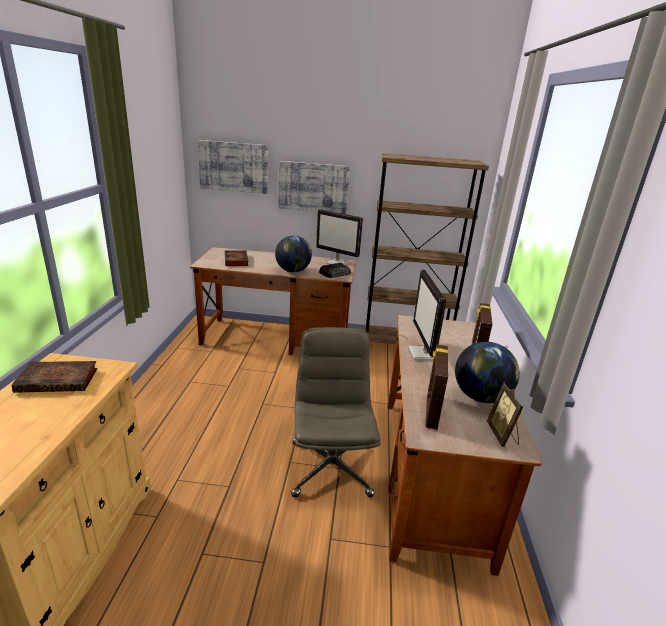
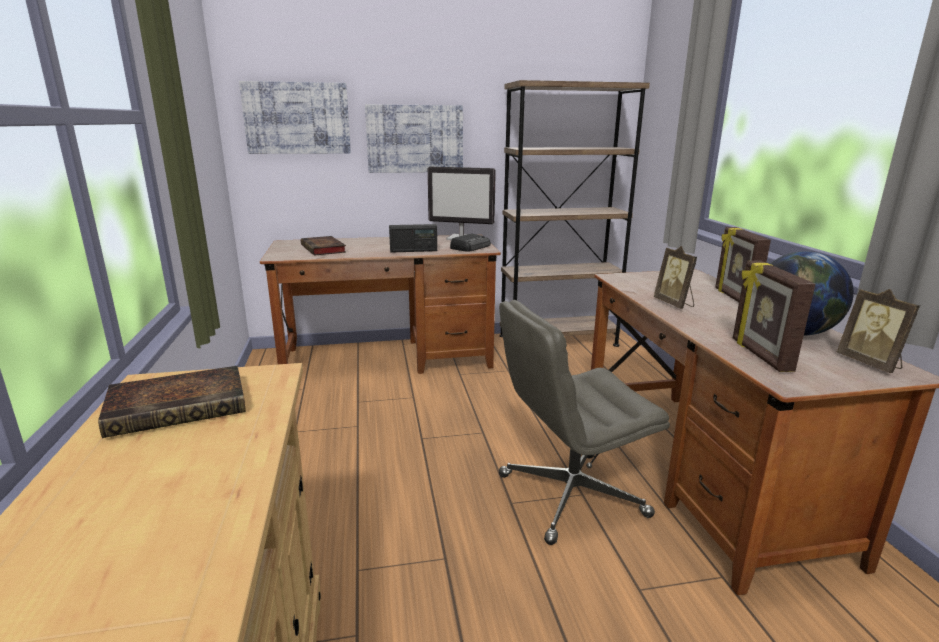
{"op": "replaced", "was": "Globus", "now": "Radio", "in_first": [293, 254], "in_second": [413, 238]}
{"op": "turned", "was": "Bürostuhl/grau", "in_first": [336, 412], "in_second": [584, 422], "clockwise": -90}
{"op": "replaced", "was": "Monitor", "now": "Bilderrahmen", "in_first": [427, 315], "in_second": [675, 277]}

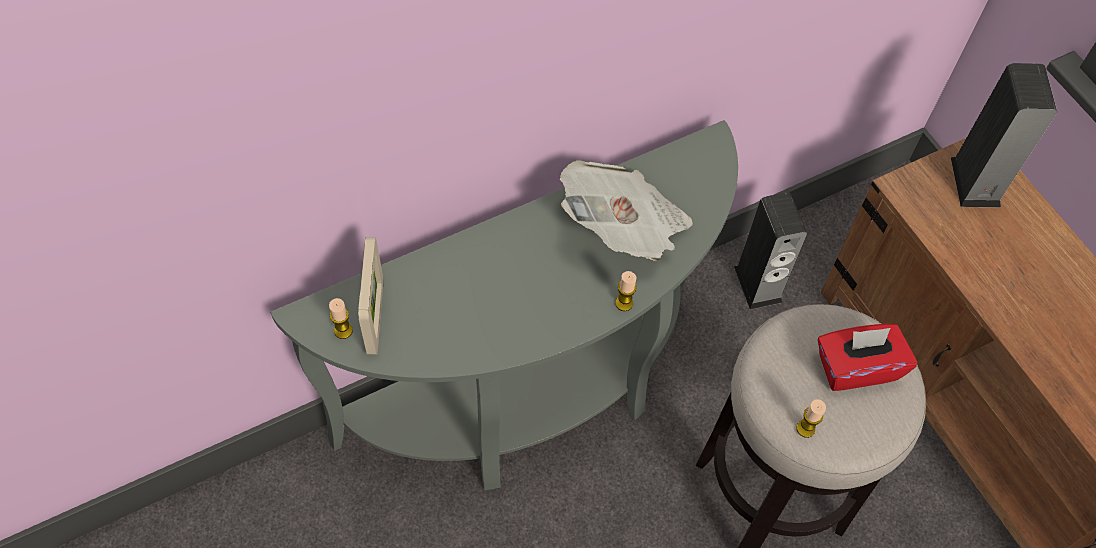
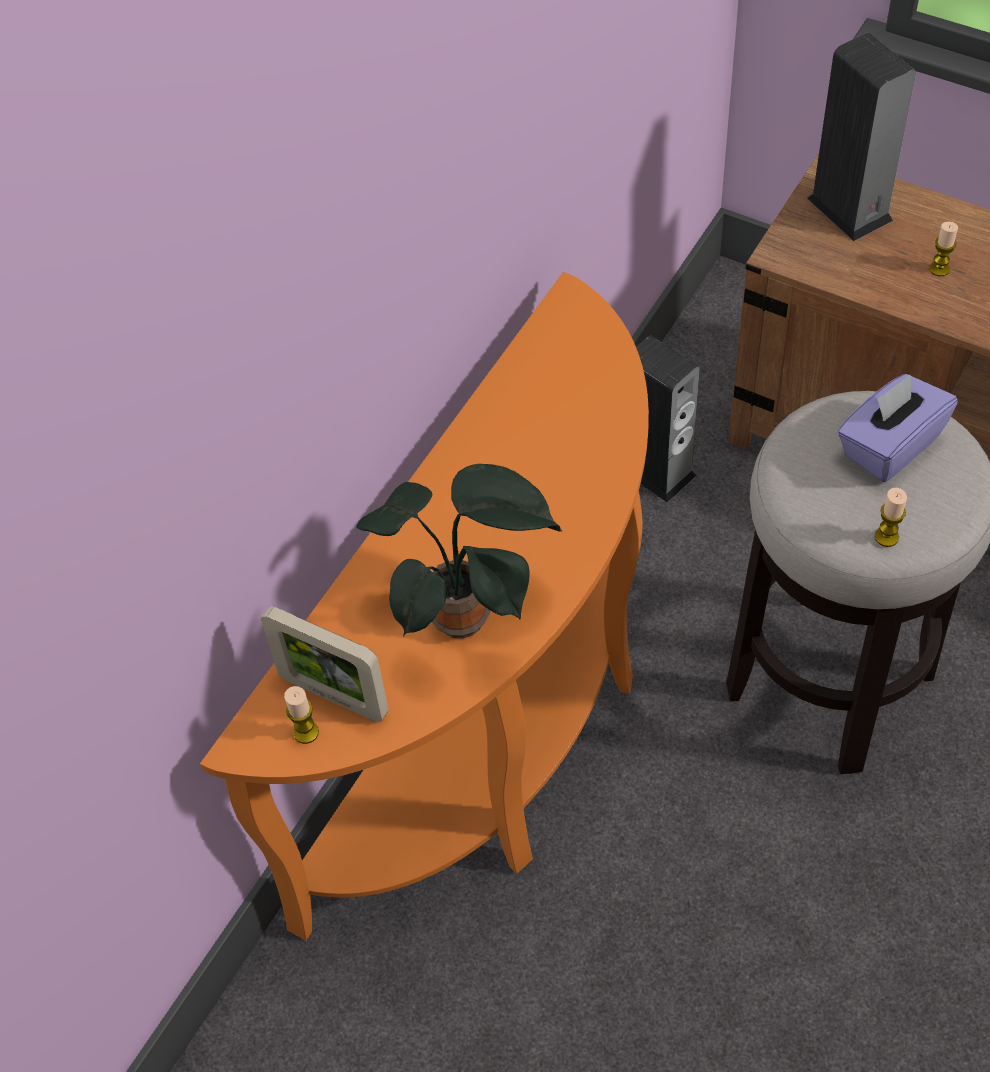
{"op": "recoloured", "was": "Konsolentisch/grau", "now": "Konsolentisch/orange", "in_first": [504, 305], "in_second": [424, 606]}
{"op": "turned", "was": "Bilderrahmen", "in_first": [370, 296], "in_second": [325, 664], "clockwise": 150}
{"op": "added", "now": "Topfpflanze", "in_second": [459, 551]}
{"op": "recoloured", "was": "Taschentuchbox/rot", "now": "Taschentuchbox/lila", "in_first": [867, 357], "in_second": [897, 428]}
{"op": "moved", "was": "Kerze", "in_first": [626, 291], "in_second": [943, 249]}
{"op": "removed", "was": "Zeitung", "in_first": [626, 210]}

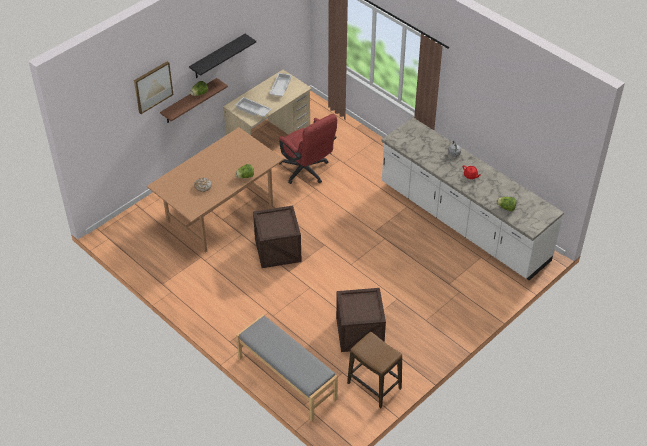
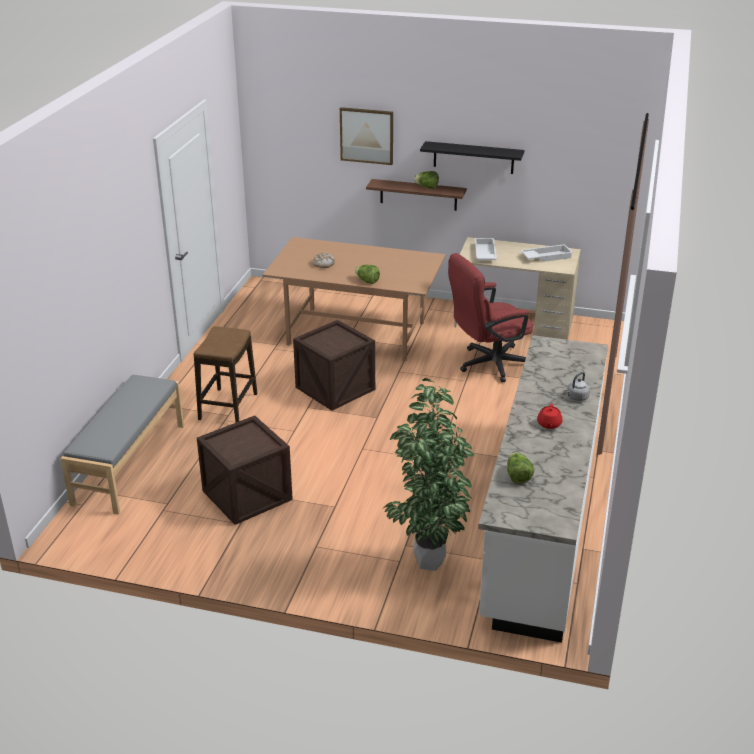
{"op": "moved", "was": "Hocker", "in_first": [374, 369], "in_second": [225, 374]}
{"op": "added", "now": "Topfpflanze", "in_second": [428, 474]}
{"op": "turned", "was": "Bürostuhl/rot", "in_first": [308, 149], "in_second": [490, 317], "clockwise": 45}

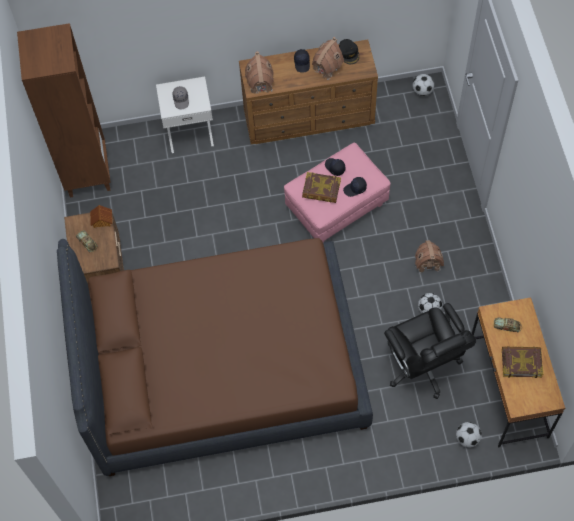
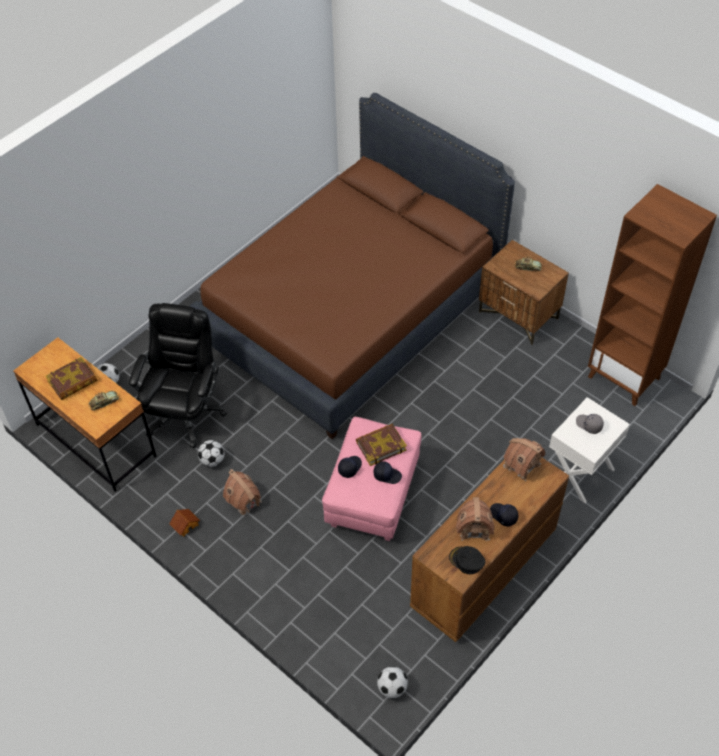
{"op": "turned", "was": "Bürostuhl/schwarz", "in_first": [430, 351], "in_second": [178, 376], "clockwise": 75}
{"op": "moved", "was": "Spielzeughaus", "in_first": [101, 216], "in_second": [184, 522]}

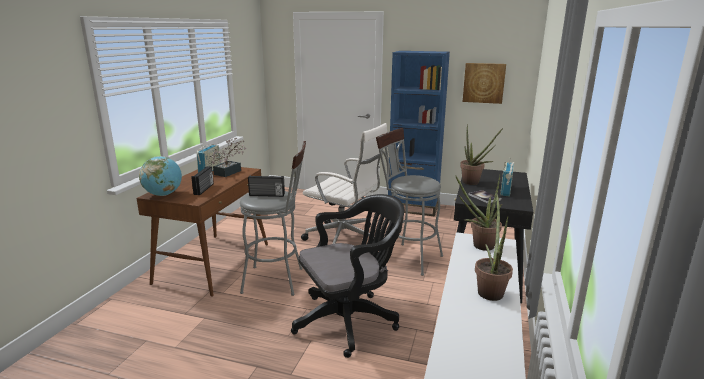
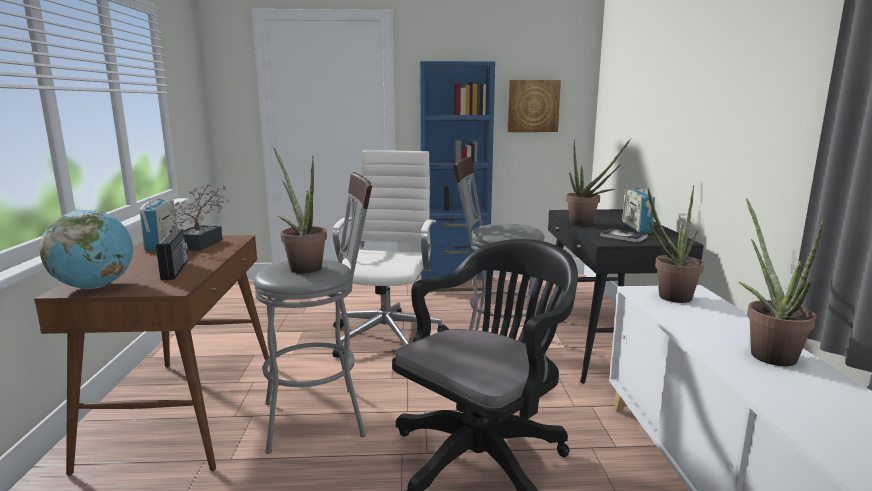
{"op": "replaced", "was": "Radio", "now": "Topfpflanze", "in_first": [266, 186], "in_second": [300, 211]}
{"op": "turned", "was": "Bürostuhl/weiß", "in_first": [344, 183], "in_second": [390, 254], "clockwise": -90}

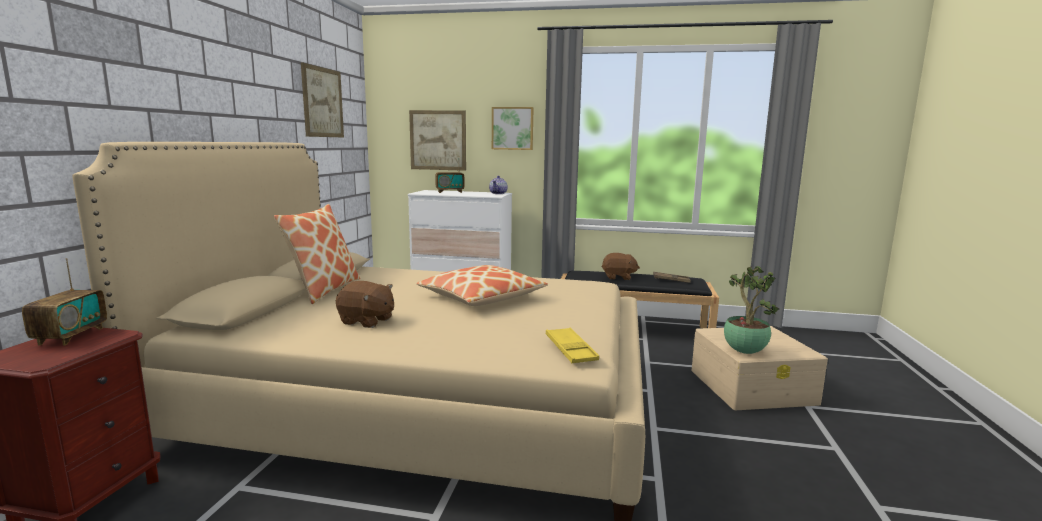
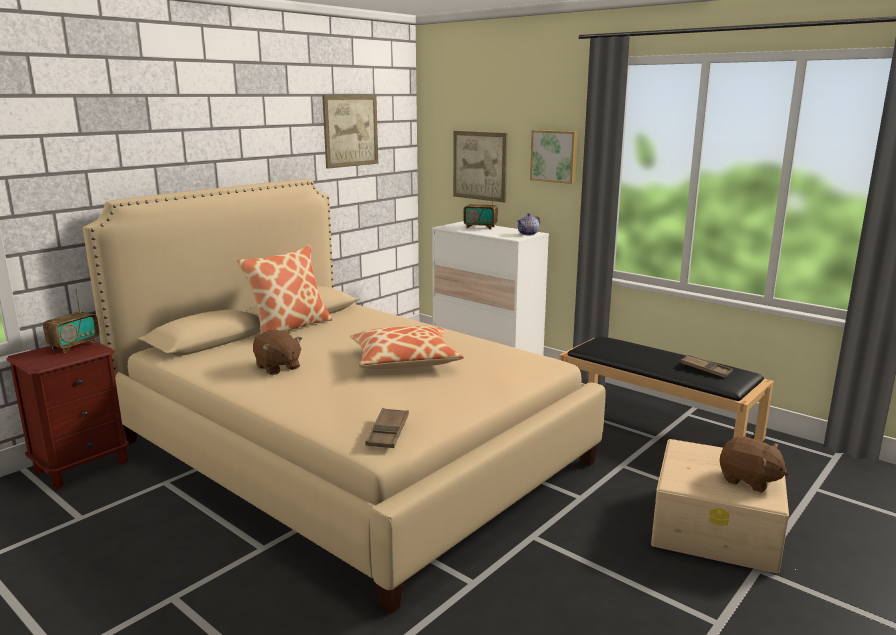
{"op": "recoloured", "was": "Tablett/gelb", "now": "Tablett/braun", "in_first": [572, 345], "in_second": [387, 428]}
{"op": "moved", "was": "Plüschtier/braun", "in_first": [620, 266], "in_second": [754, 464]}
{"op": "removed", "was": "Topfpflanze", "in_first": [751, 310]}

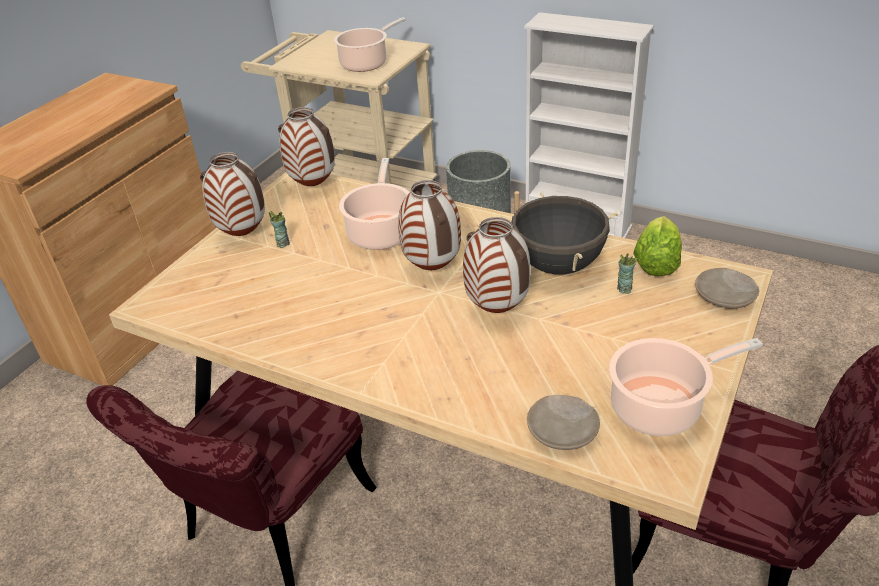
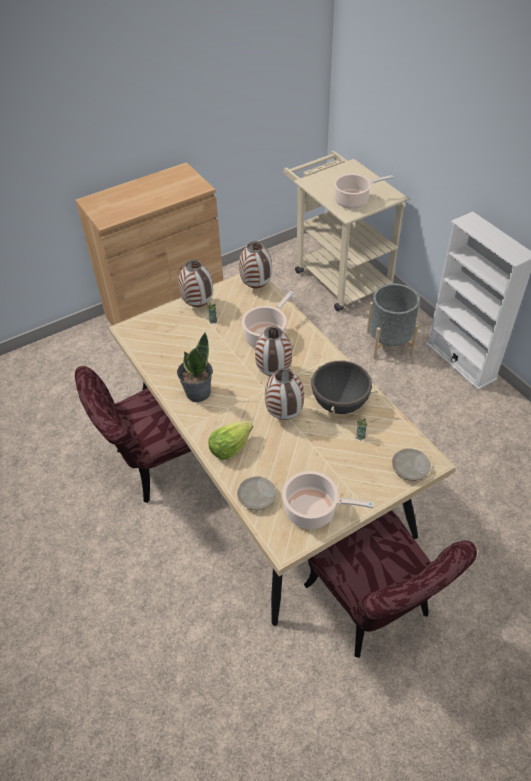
{"op": "added", "now": "Topfpflanze", "in_second": [195, 367]}
{"op": "moved", "was": "Salatkopf", "in_first": [657, 246], "in_second": [230, 440]}

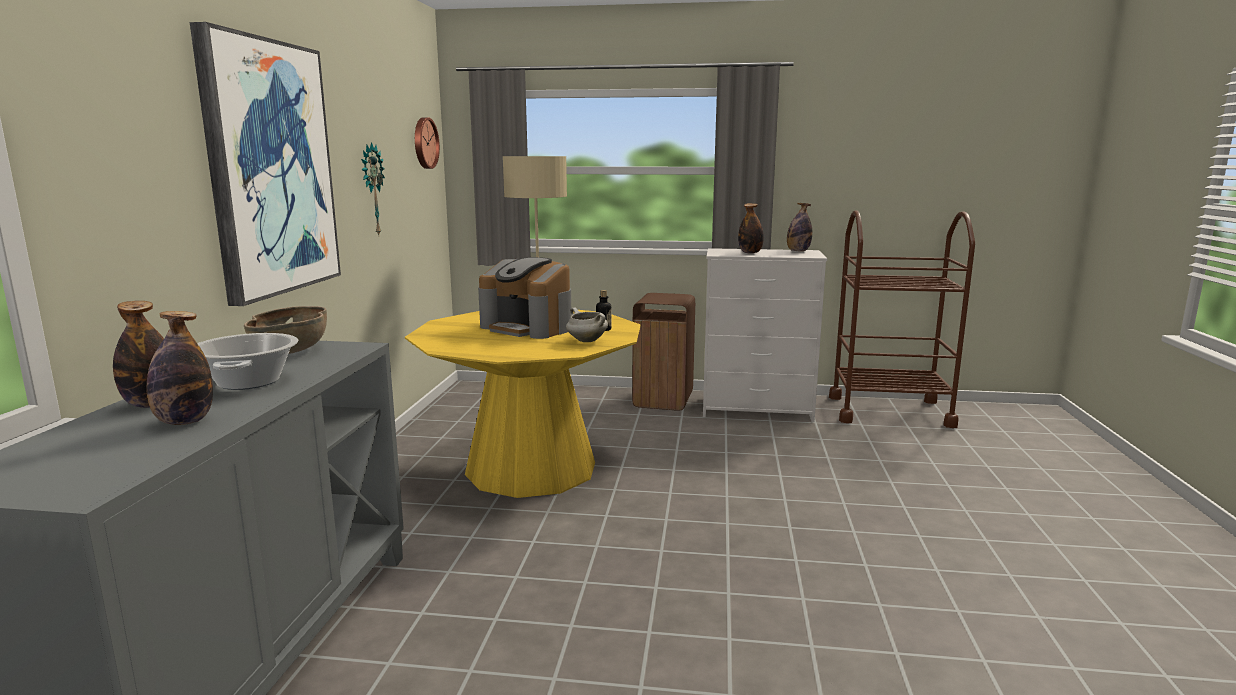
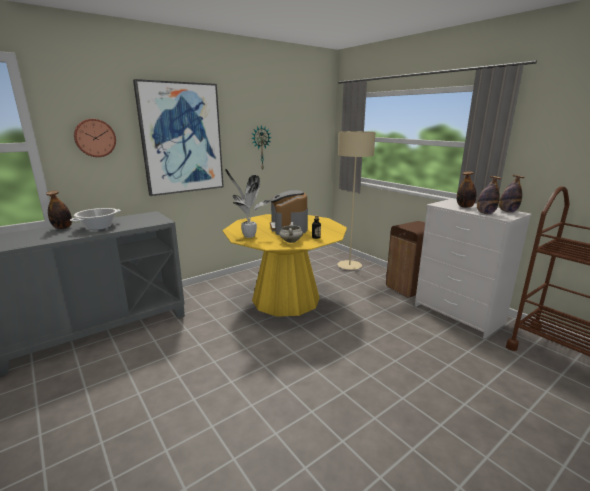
{"op": "moved", "was": "Wanduhr", "in_first": [427, 143], "in_second": [95, 138]}
{"op": "added", "now": "Topfpflanze", "in_second": [247, 203]}
{"op": "moved", "was": "Flasche", "in_first": [179, 368], "in_second": [489, 195]}
{"op": "removed", "was": "Schüssel/braun", "in_first": [285, 330]}

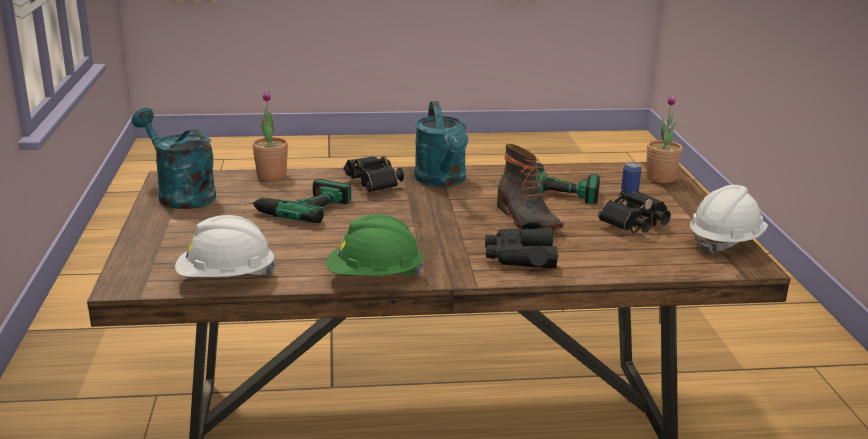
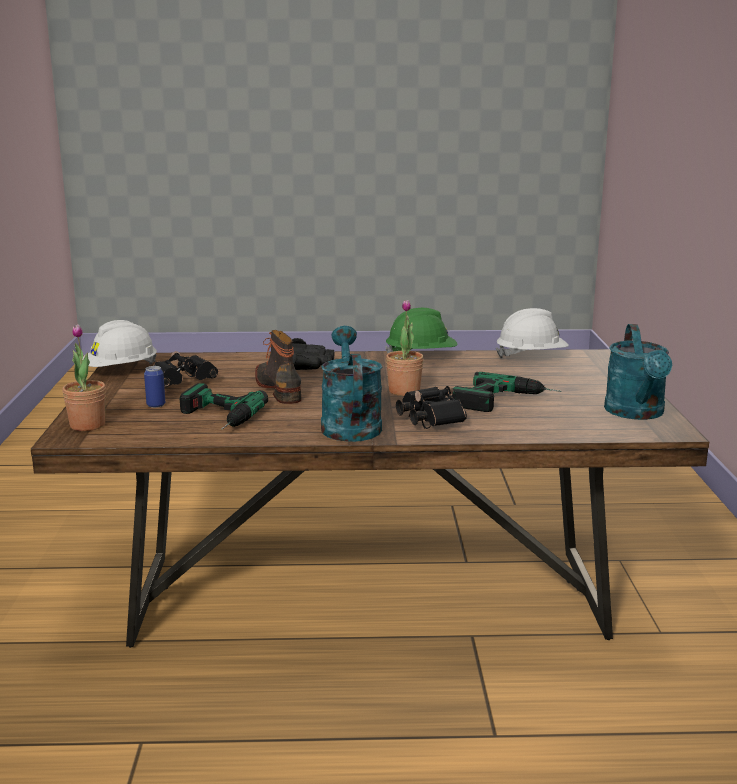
{"op": "moved", "was": "Topfpflanze", "in_first": [270, 136], "in_second": [405, 348]}
{"op": "turned", "was": "Gießkanne/türkis", "in_first": [173, 158], "in_second": [638, 372], "clockwise": 45}

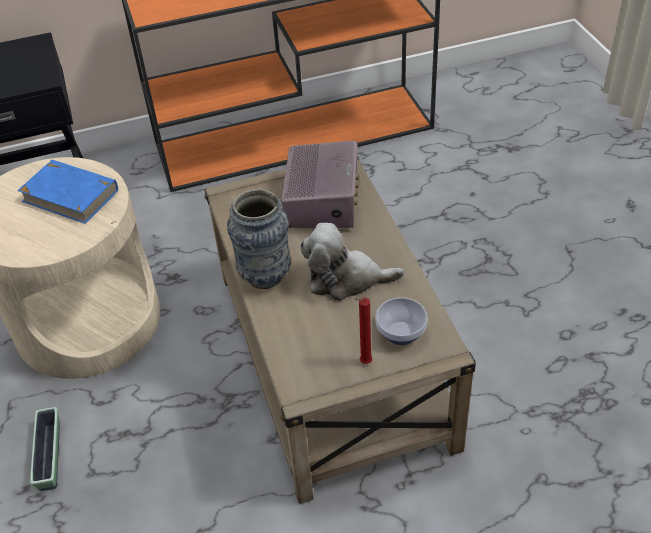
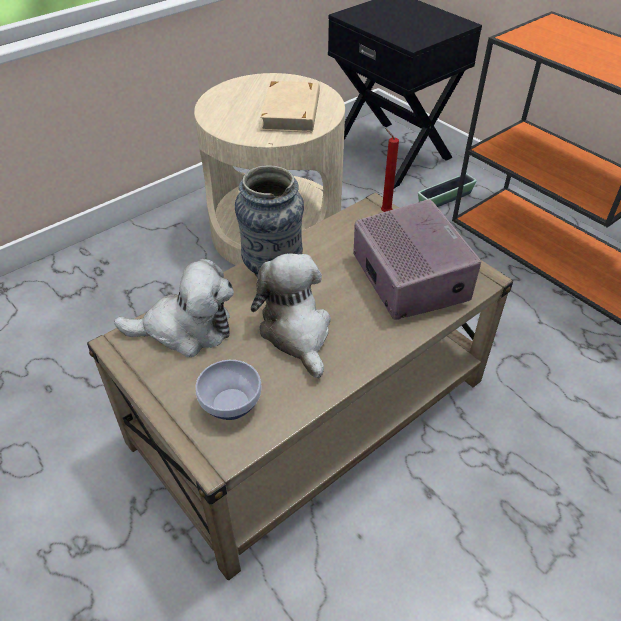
{"op": "added", "now": "Plüschtier", "in_second": [174, 308]}
{"op": "recoloured", "was": "Buch/blau", "now": "Buch/beige", "in_first": [67, 192], "in_second": [290, 107]}
{"op": "turned", "was": "Radio", "in_first": [320, 184], "in_second": [417, 259], "clockwise": -90}
{"op": "moved", "was": "Kerze/rot", "in_first": [363, 330], "in_second": [390, 170]}
{"op": "moved", "was": "Pflanzkübel", "in_first": [45, 449], "in_second": [447, 190]}

